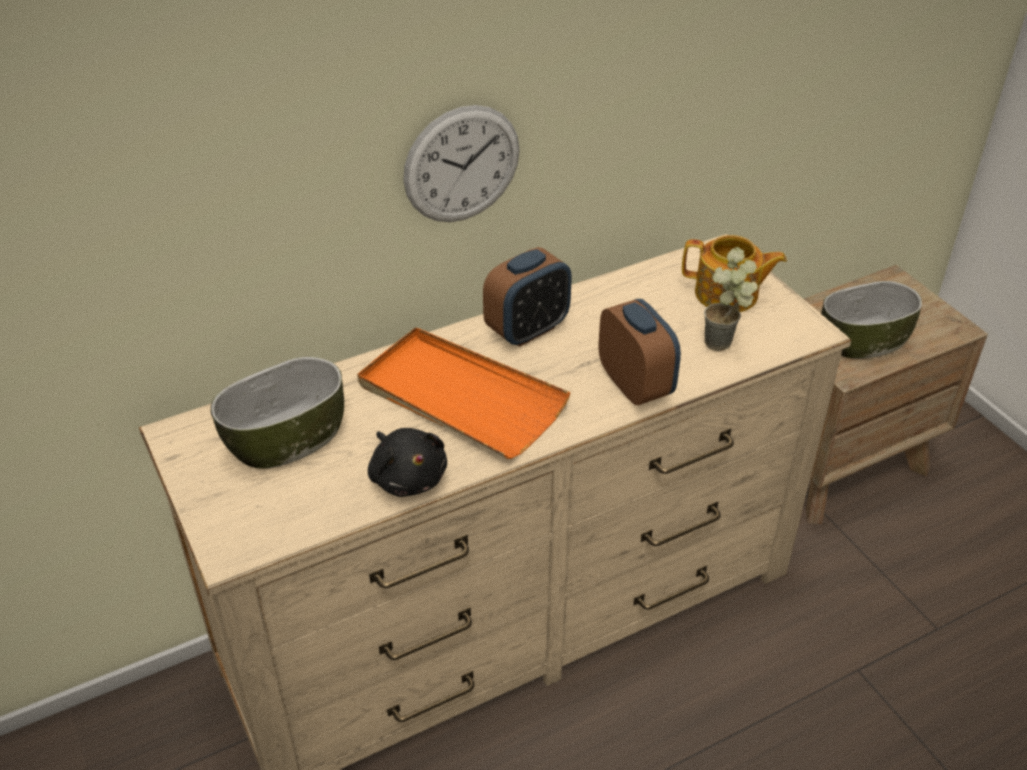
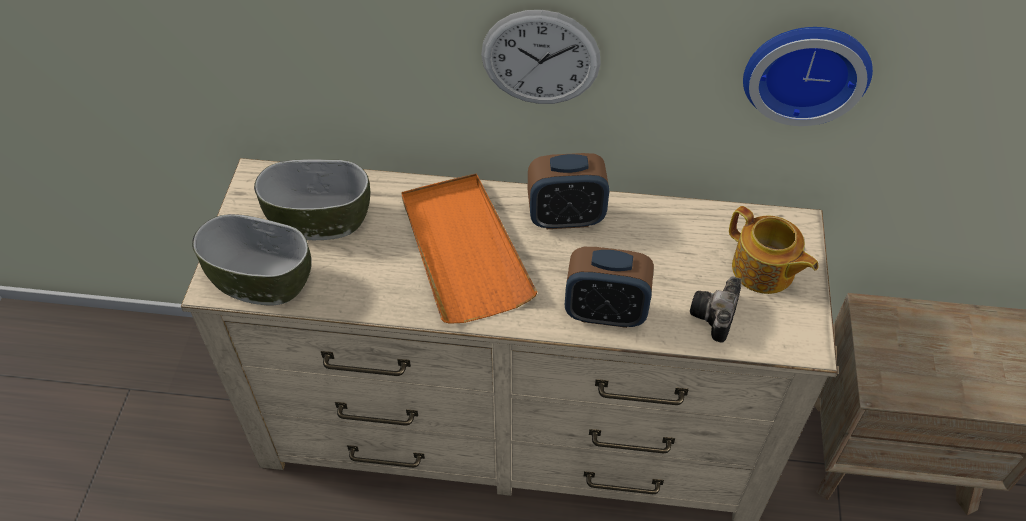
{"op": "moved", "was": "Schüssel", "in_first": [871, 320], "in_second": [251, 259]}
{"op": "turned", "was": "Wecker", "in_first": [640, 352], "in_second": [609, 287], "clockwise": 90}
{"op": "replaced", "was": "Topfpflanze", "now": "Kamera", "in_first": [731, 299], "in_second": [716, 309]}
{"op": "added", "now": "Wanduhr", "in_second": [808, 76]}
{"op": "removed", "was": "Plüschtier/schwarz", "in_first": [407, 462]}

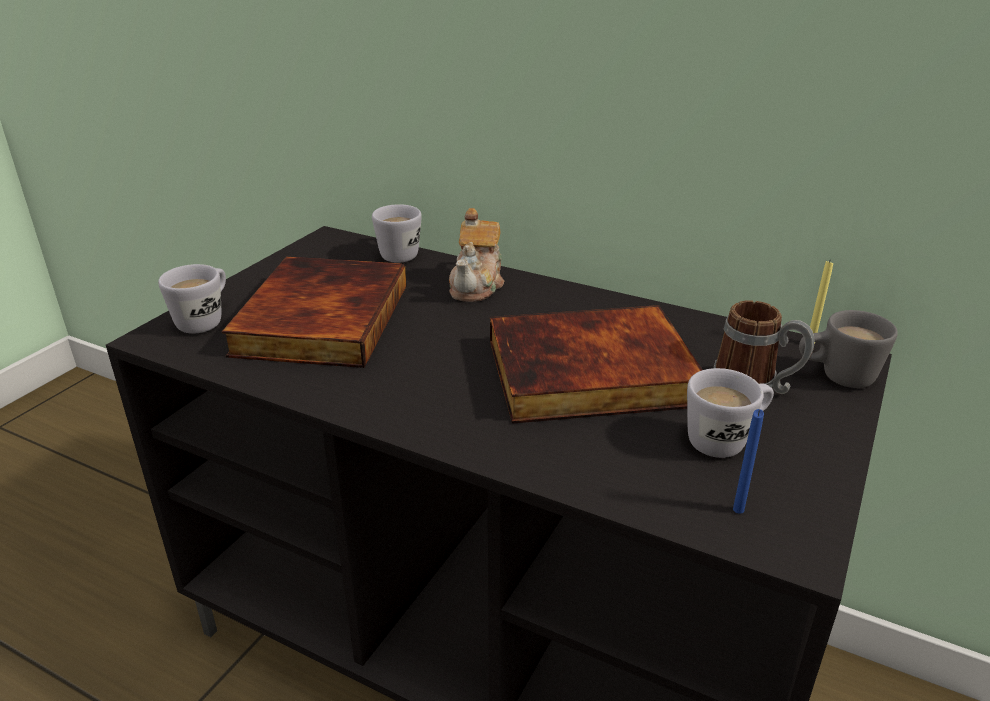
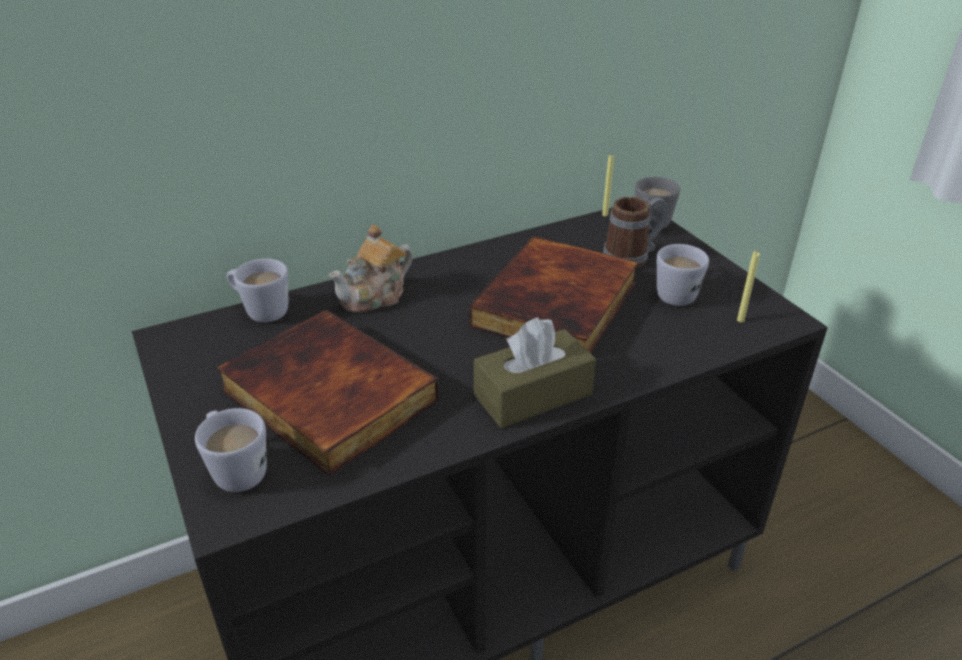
{"op": "turned", "was": "Teekanne", "in_first": [476, 255], "in_second": [371, 269], "clockwise": 90}
{"op": "added", "now": "Taschentuchbox/braun", "in_second": [535, 372]}
{"op": "recoloured", "was": "Kerze/blau", "now": "Kerze/gelb", "in_first": [748, 461], "in_second": [748, 287]}

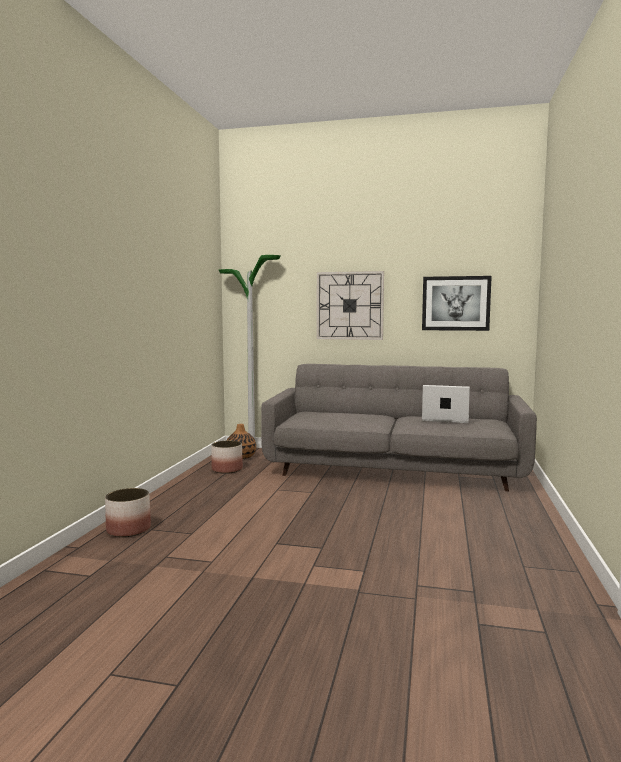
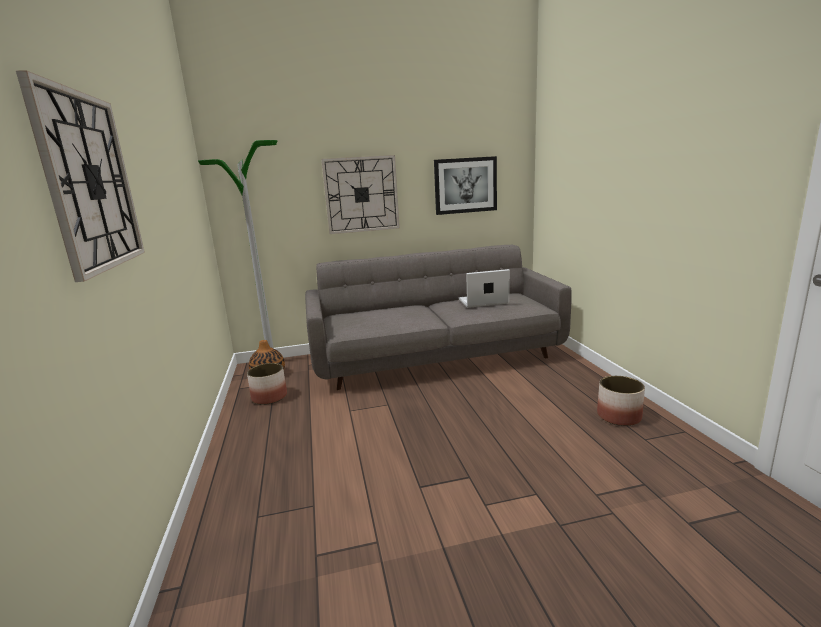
{"op": "added", "now": "Wanduhr", "in_second": [80, 176]}
{"op": "moved", "was": "Pflanzkübel", "in_first": [128, 512], "in_second": [621, 401]}

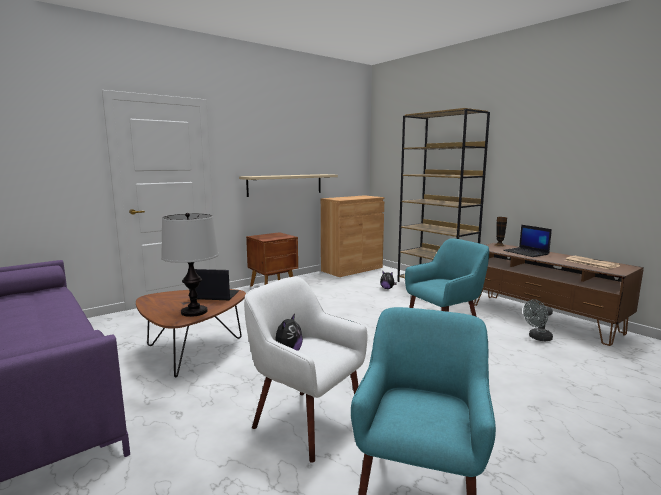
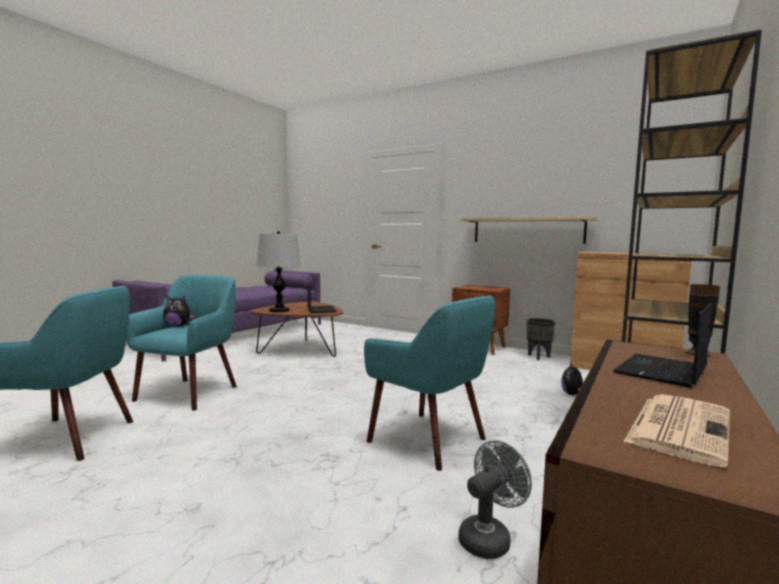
{"op": "recoloured", "was": "Sessel/weiß", "now": "Sessel/türkis", "in_first": [306, 370], "in_second": [181, 343]}
{"op": "turned", "was": "Ventilator/grau", "in_first": [538, 320], "in_second": [495, 499], "clockwise": 90}
{"op": "added", "now": "Pflanzkübel/schwarz", "in_second": [541, 339]}

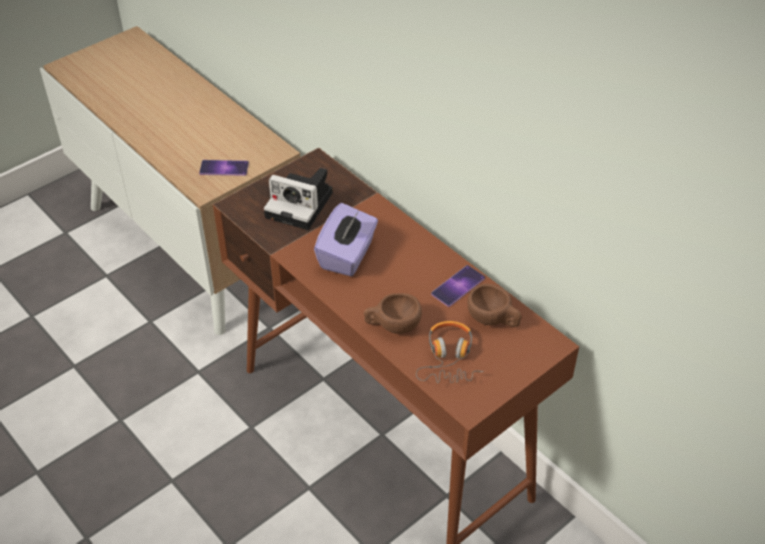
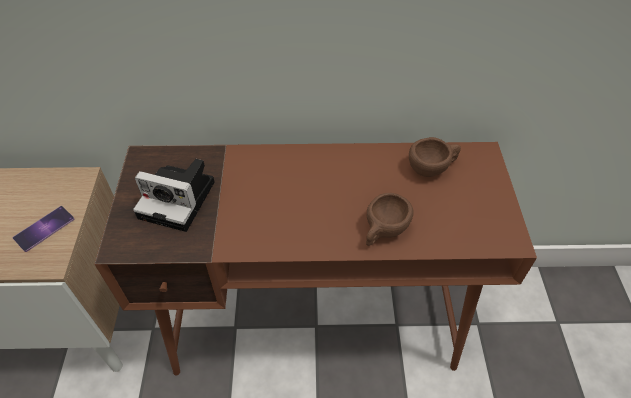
{"op": "turned", "was": "Kamera", "in_first": [298, 199], "in_second": [174, 195], "clockwise": 45}
{"op": "removed", "was": "Taschentuchbox/lila", "in_first": [346, 239]}
{"op": "removed", "was": "Kopfhörer", "in_first": [450, 352]}
{"op": "removed", "was": "Handy", "in_first": [458, 286]}

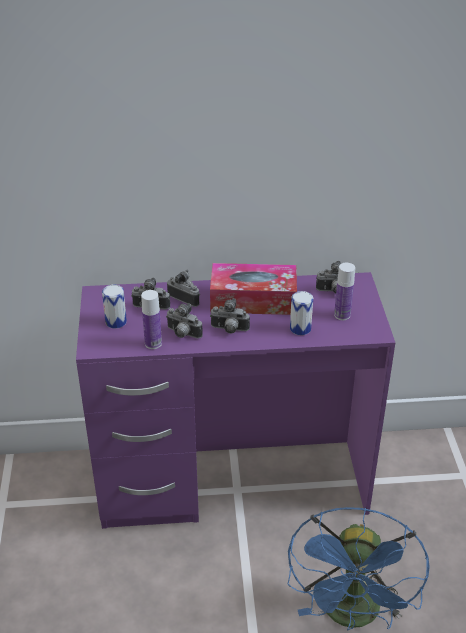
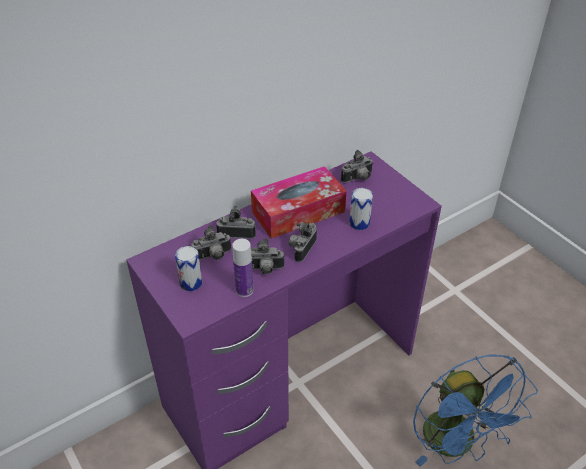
{"op": "turned", "was": "Kamera", "in_first": [230, 316], "in_second": [303, 242], "clockwise": 135}
{"op": "removed", "was": "Flasche", "in_first": [344, 291]}

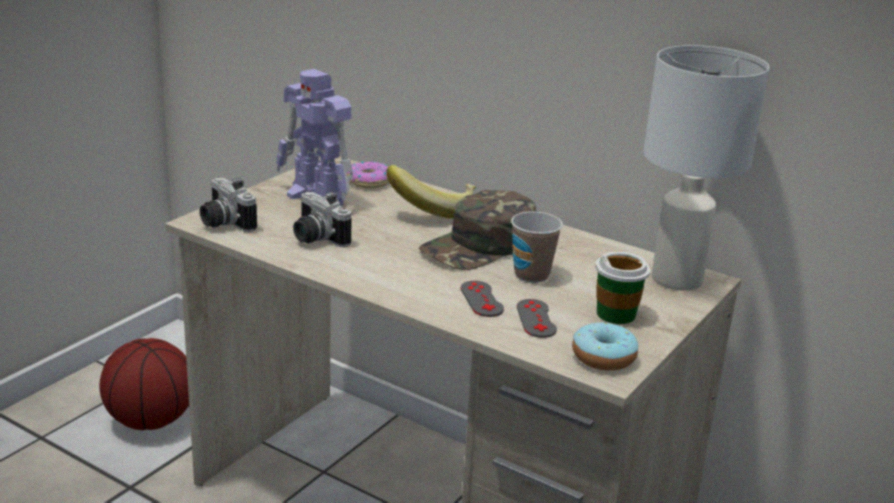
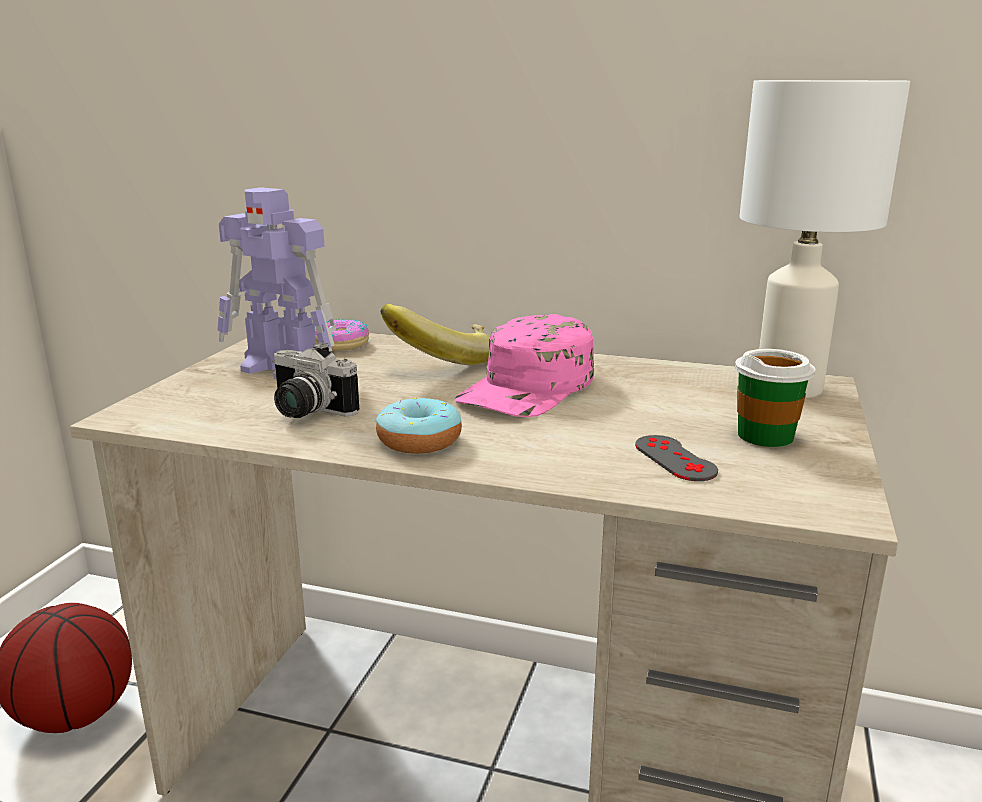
{"op": "moved", "was": "Donut", "in_first": [605, 346], "in_second": [419, 426]}
{"op": "recoloured", "was": "Kappe/grün", "now": "Kappe/rosa", "in_first": [478, 230], "in_second": [524, 365]}
{"op": "removed", "was": "Kamera", "in_first": [228, 204]}
{"op": "removed", "was": "Gamepad/grau", "in_first": [482, 299]}
{"op": "removed", "was": "Tasse", "in_first": [537, 247]}

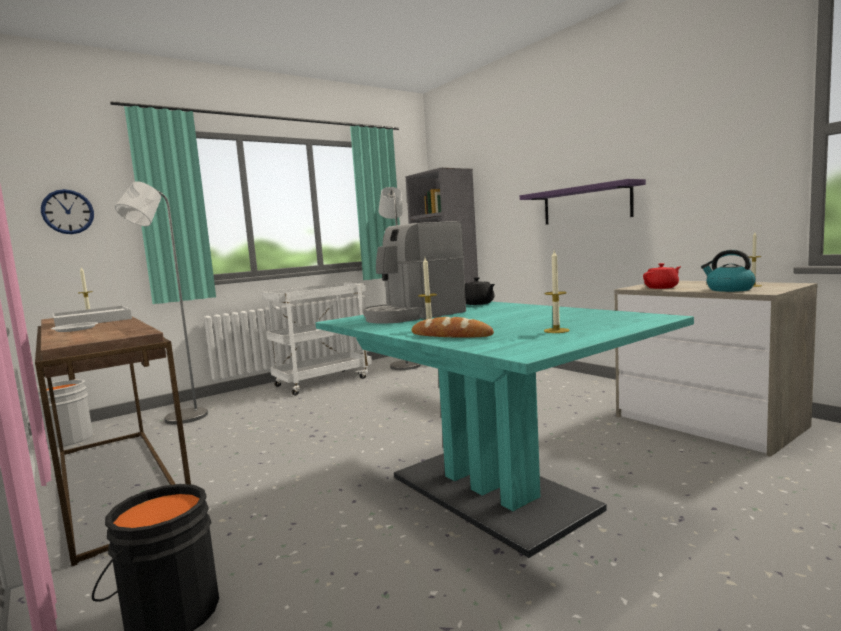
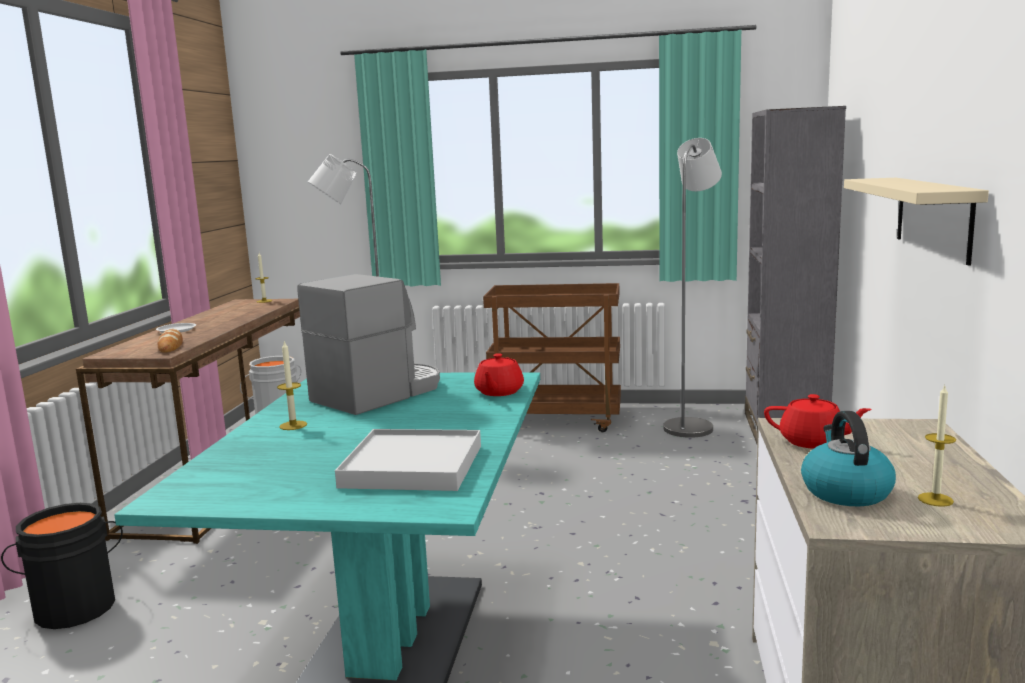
{"op": "moved", "was": "Brot", "in_first": [453, 327], "in_second": [170, 341]}
{"op": "turned", "was": "Kaffeemaschine", "in_first": [414, 272], "in_second": [368, 344], "clockwise": 120}
{"op": "moved", "was": "Tablett/weiß", "in_first": [92, 316], "in_second": [408, 460]}
{"op": "recoloured", "was": "Teekanne/schwarz", "now": "Teekanne/rot", "in_first": [480, 291], "in_second": [499, 374]}
{"op": "recoloured", "was": "Rollwagen/weiß", "now": "Rollwagen/braun", "in_first": [317, 339], "in_second": [552, 357]}
{"op": "recoloured", "was": "Wandregal/lila", "now": "Wandregal/beige", "in_first": [583, 202], "in_second": [916, 222]}
{"op": "removed", "was": "Wanduhr", "in_first": [67, 211]}
{"op": "removed", "was": "Kerze", "in_first": [557, 292]}

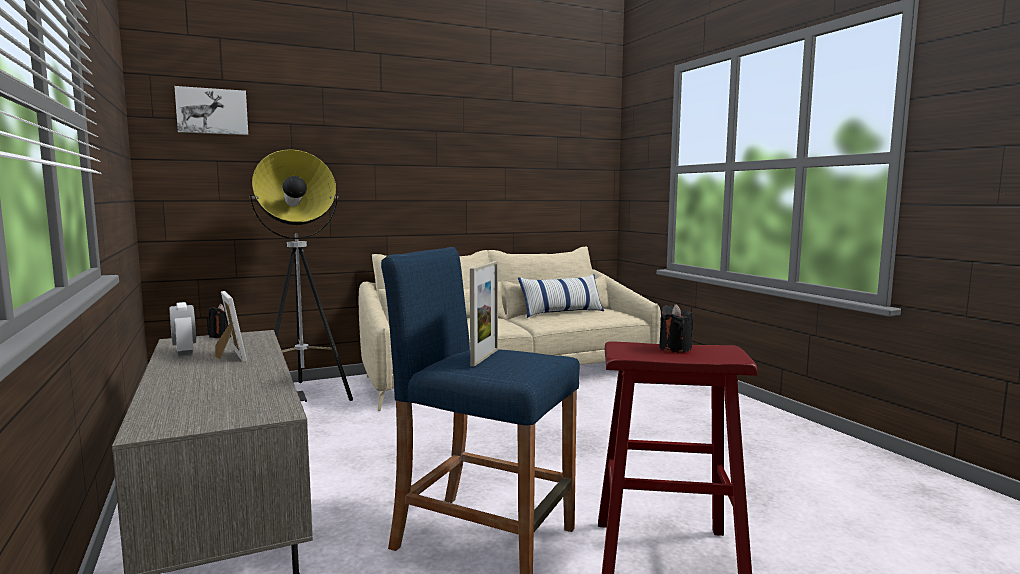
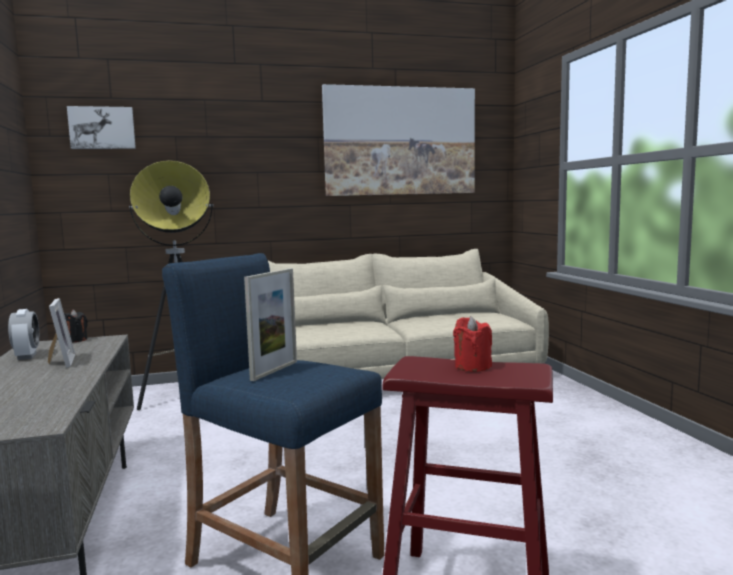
{"op": "added", "now": "Bild", "in_second": [398, 140]}
{"op": "recoloured", "was": "Kerze/schwarz", "now": "Kerze/rot", "in_first": [676, 328], "in_second": [472, 344]}
{"op": "removed", "was": "Kissen", "in_first": [561, 296]}

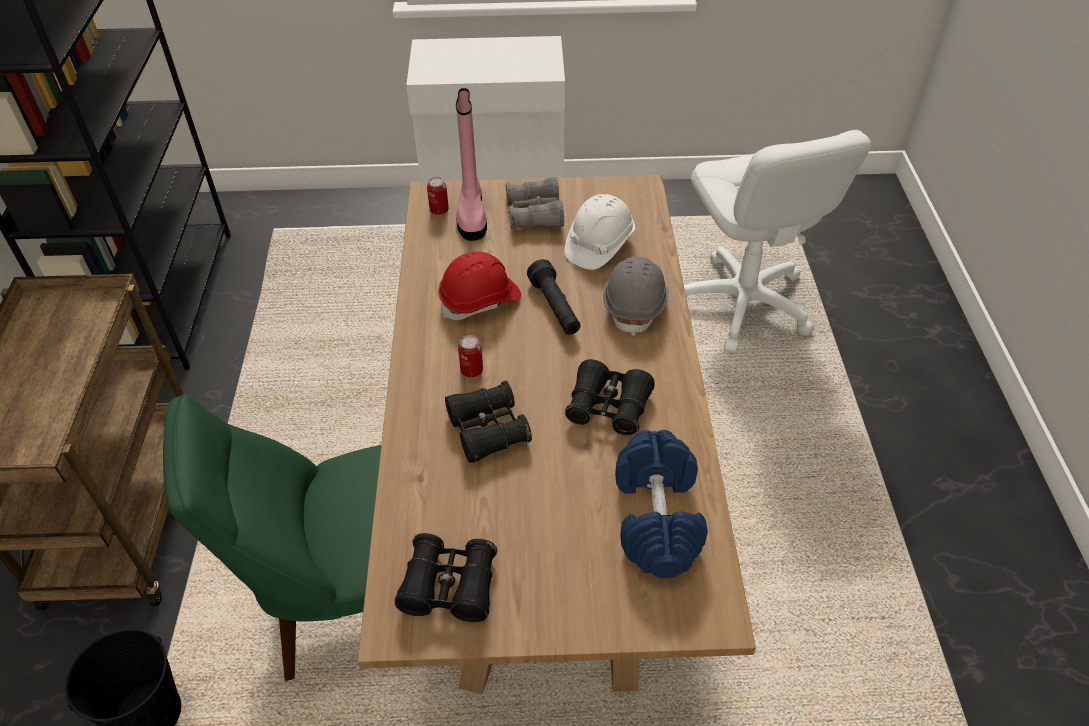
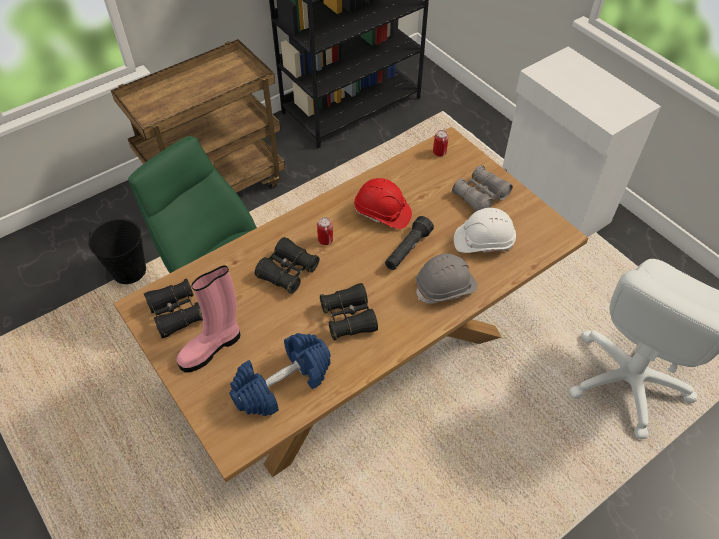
{"op": "moved", "was": "Stiefel/rosa", "in_first": [471, 164], "in_second": [208, 319]}

